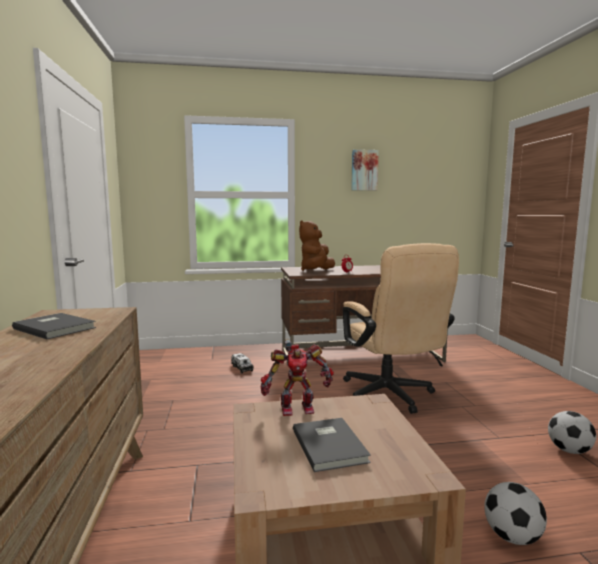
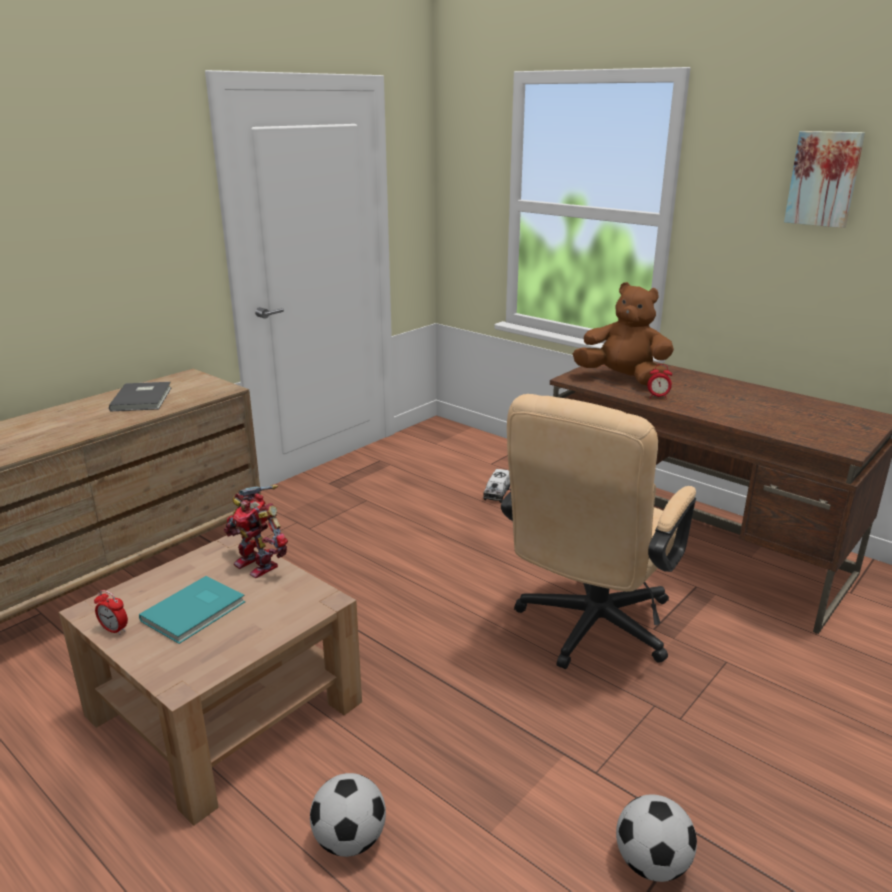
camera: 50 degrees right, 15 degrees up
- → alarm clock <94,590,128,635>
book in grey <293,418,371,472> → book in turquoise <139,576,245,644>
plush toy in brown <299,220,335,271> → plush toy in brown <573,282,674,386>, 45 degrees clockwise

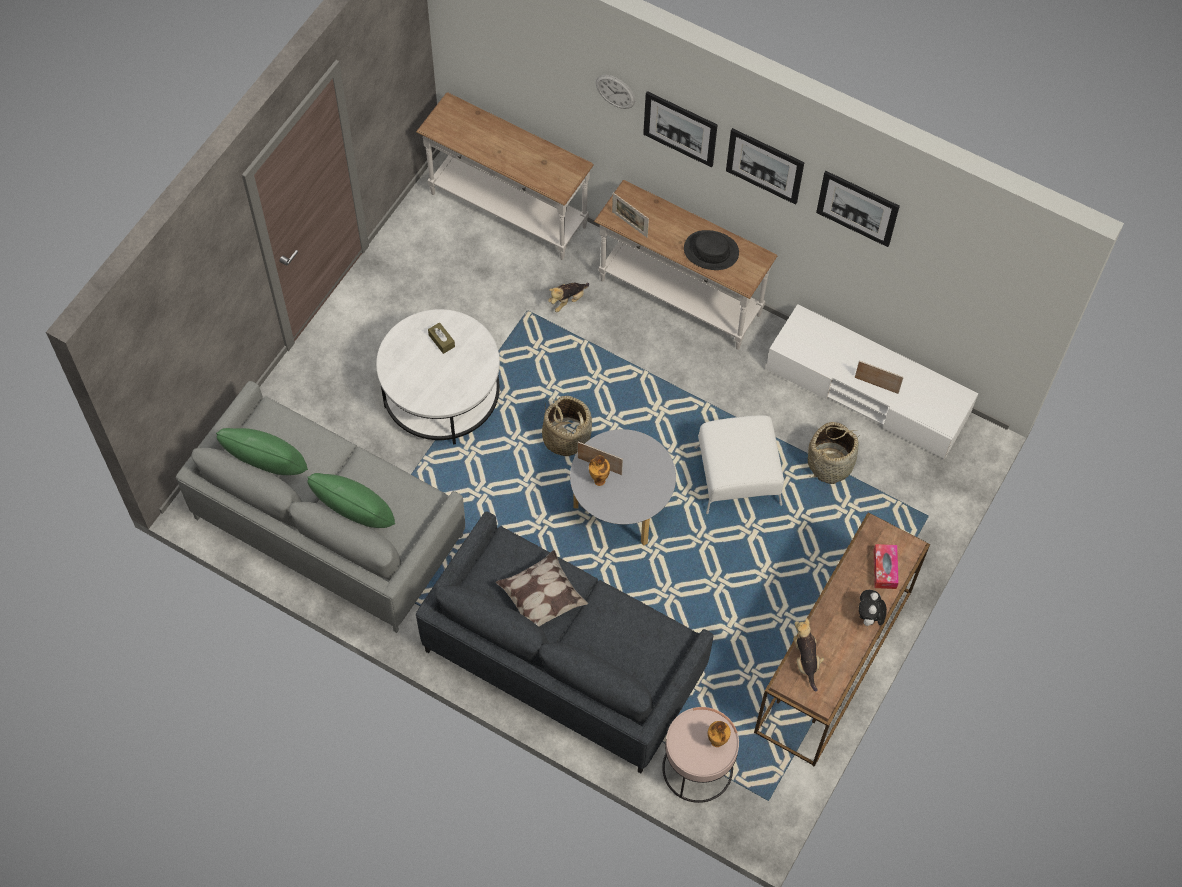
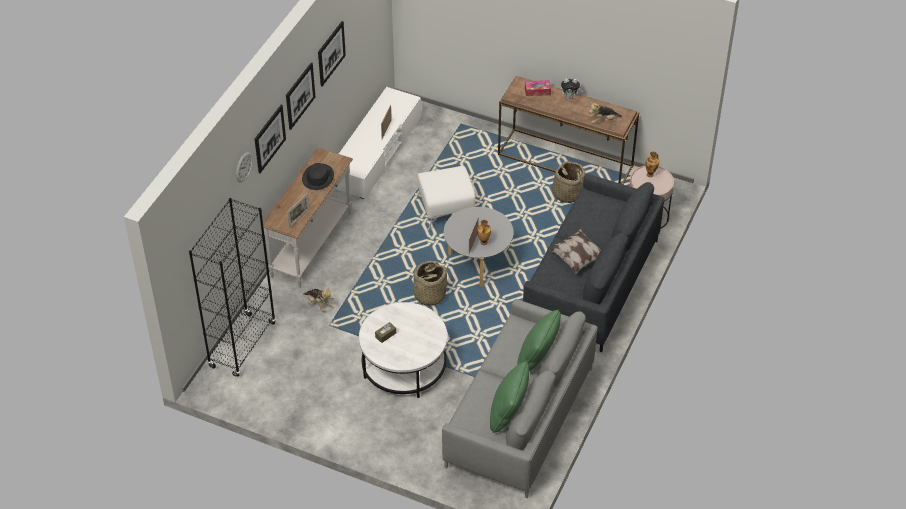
camera: 95 degrees left, 15 degrees down
console table in white <416,92,594,260> → bookcase in black <189,198,276,377>
basket <808,422,860,484> → basket <552,161,585,203>, moved

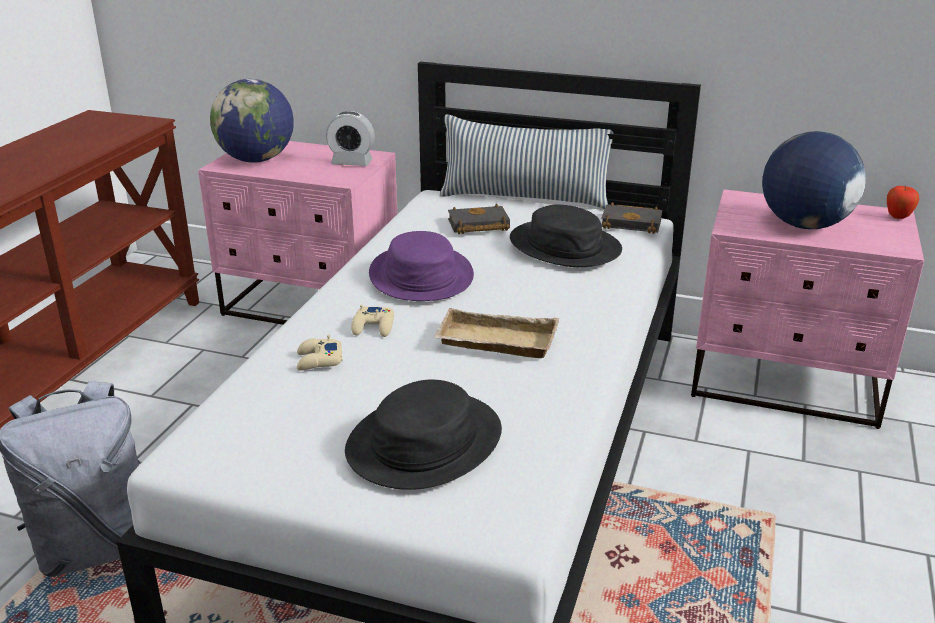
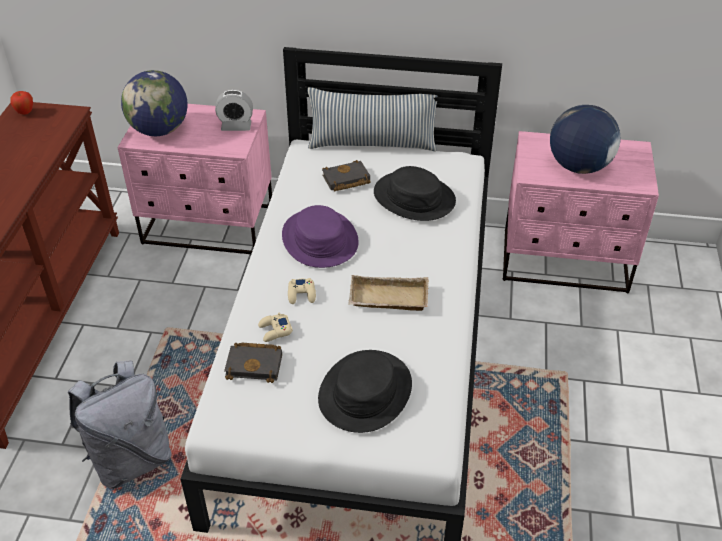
camera: 10 degrees left, 15 degrees up
apple <887,186,919,219> → apple <10,91,33,115>, moved
book in black <601,202,662,234> → book in black <224,342,282,383>, moved

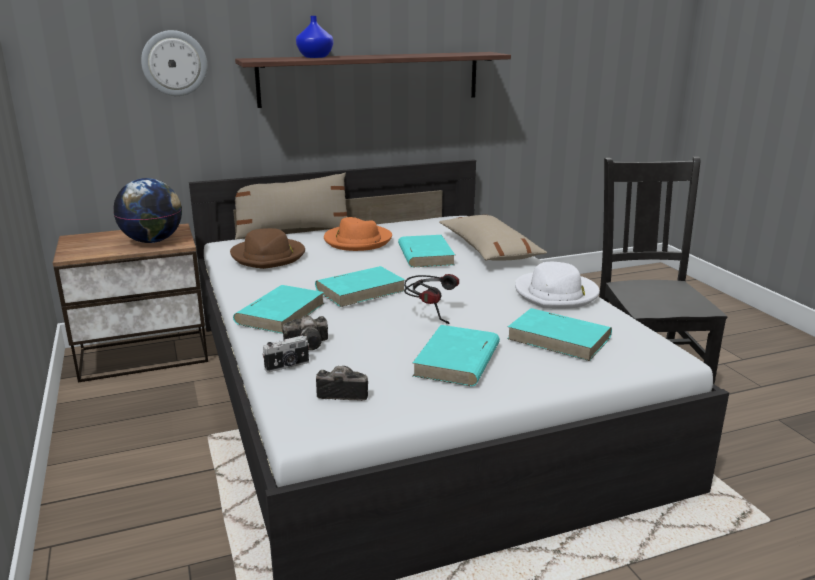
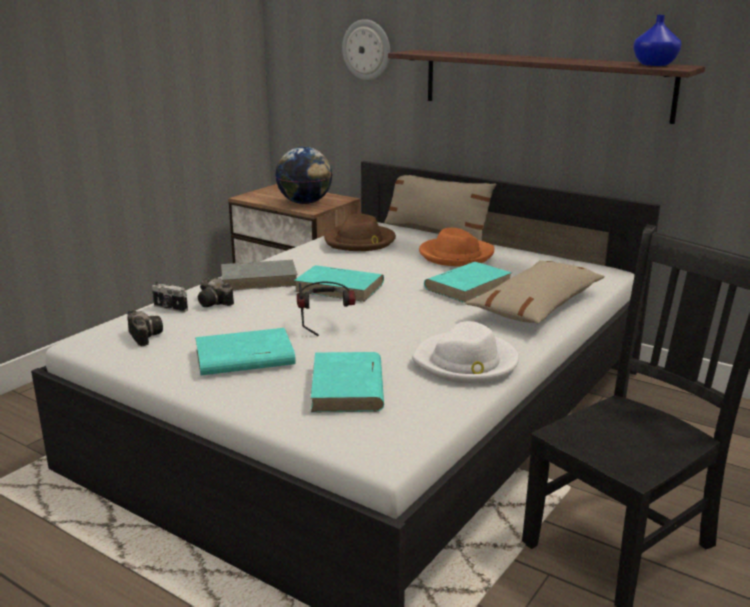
camera: 55 degrees right, 0 degrees up
book in turquoise <233,285,325,334> → book in grey <221,260,298,290>
vase in blue <296,16,333,58> → vase in blue <633,15,681,66>, moved

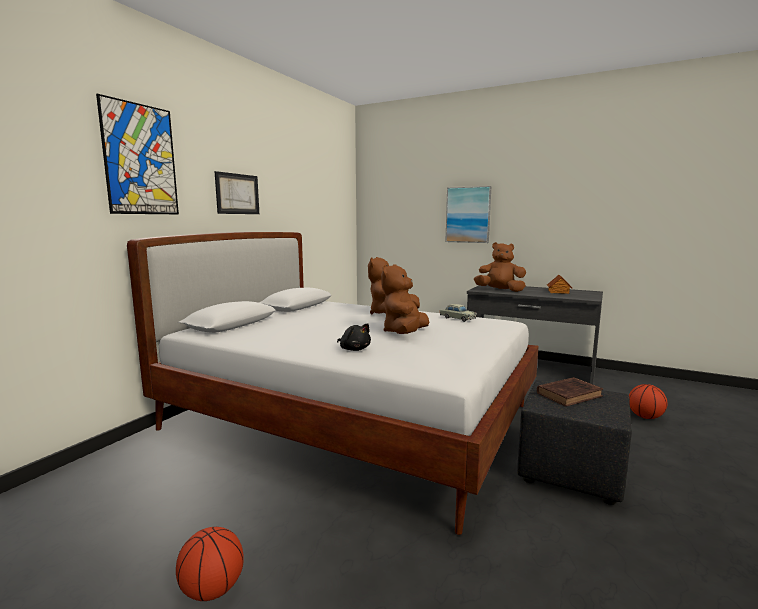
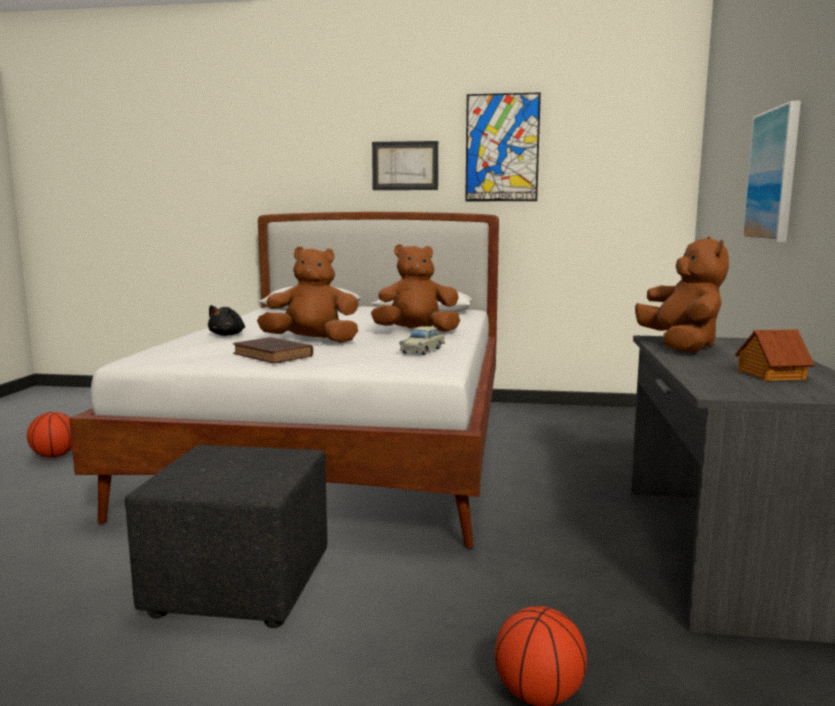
camera: 70 degrees right, 0 degrees up
book in brown <537,377,603,407> → book in brown <233,337,313,363>, moved
picture <96,94,179,214> → picture <465,92,541,201>, moved

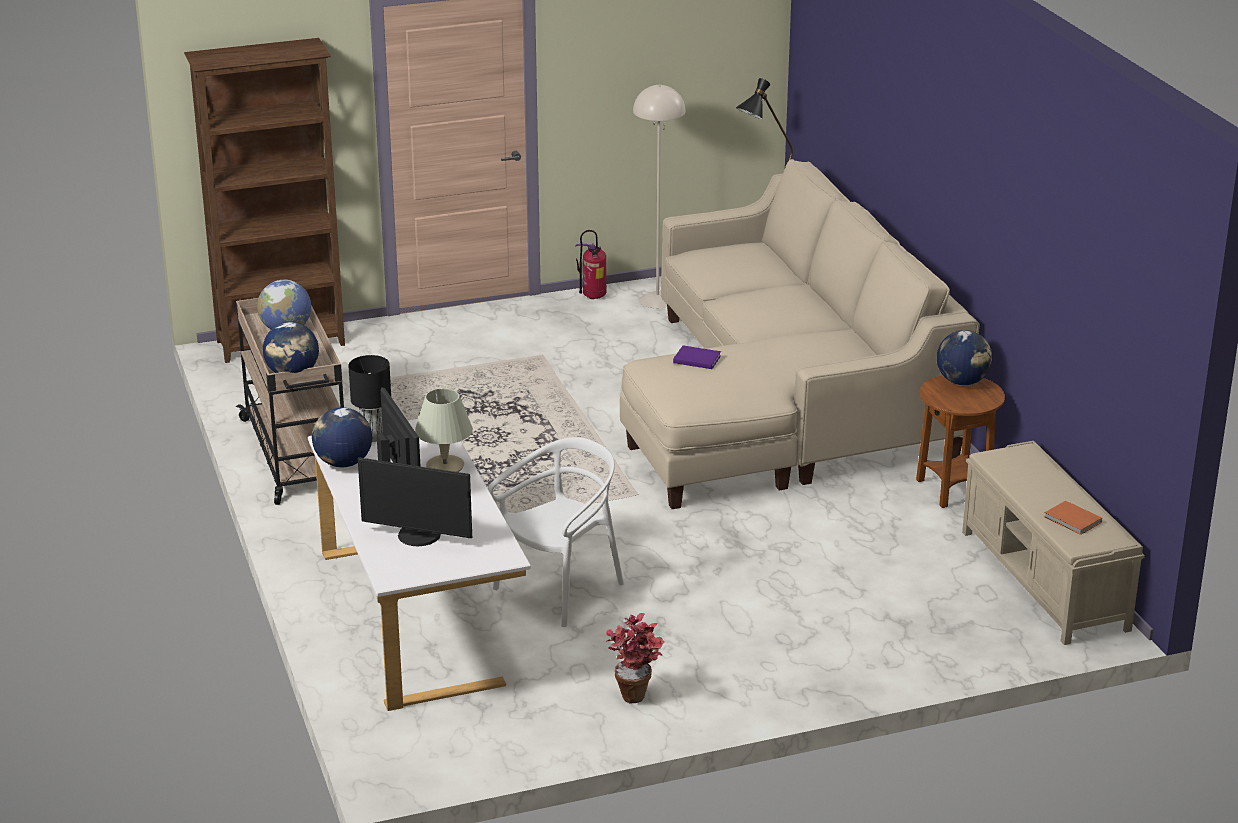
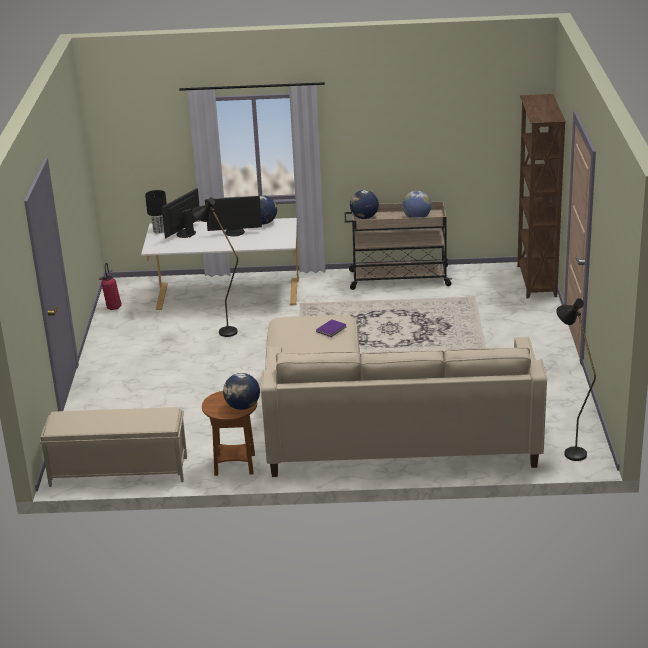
camera: 110 degrees right, 0 degrees up
fire extinguisher <575,230,607,299> → fire extinguisher <99,263,122,310>, moved
table lamp in black <348,355,391,442> → table lamp in black <145,190,167,234>, moved
chair in white <488,437,624,627> → floor lamp in black <192,197,238,337>
table lamp in beige <415,388,473,472> → -
potted plant <606,613,665,703> → -
floor lamp in beige <633,85,686,308> → -
book in orange <1044,500,1102,535> → -

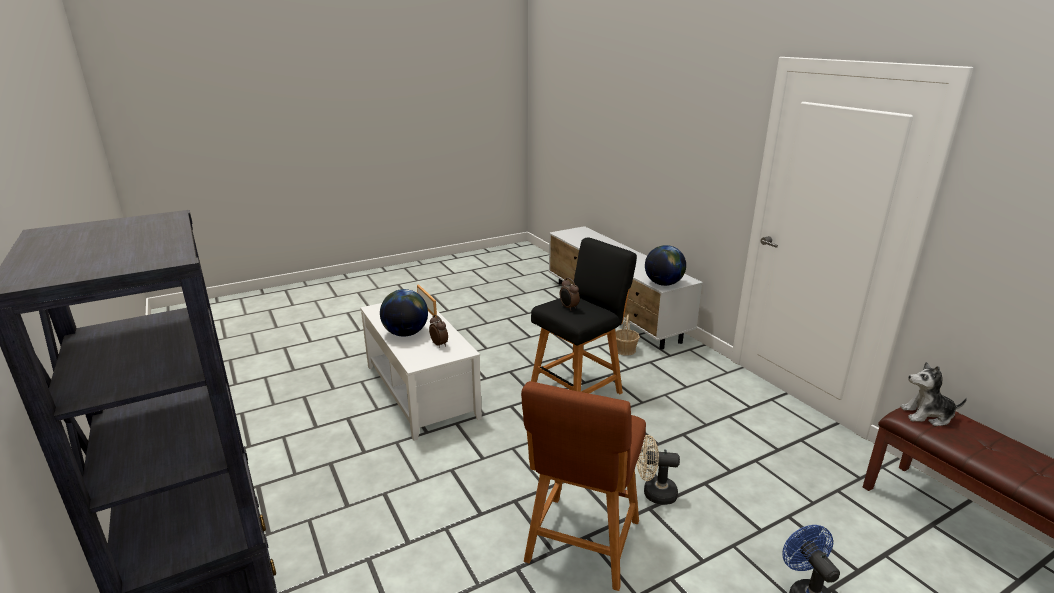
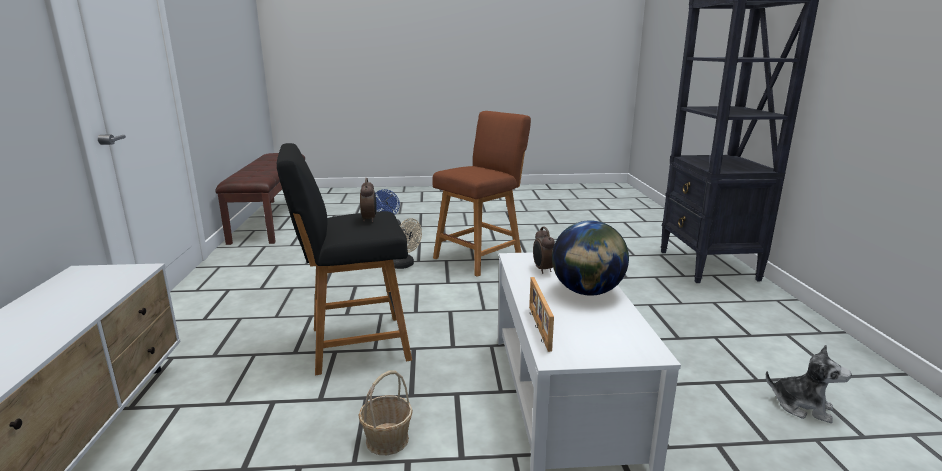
camera: 155 degrees left, 5 degrees down
basket <615,315,640,356> → basket <358,370,413,455>, moved
plush toy <900,362,967,426> → plush toy <766,345,852,423>, moved
globe <645,245,686,286> → -

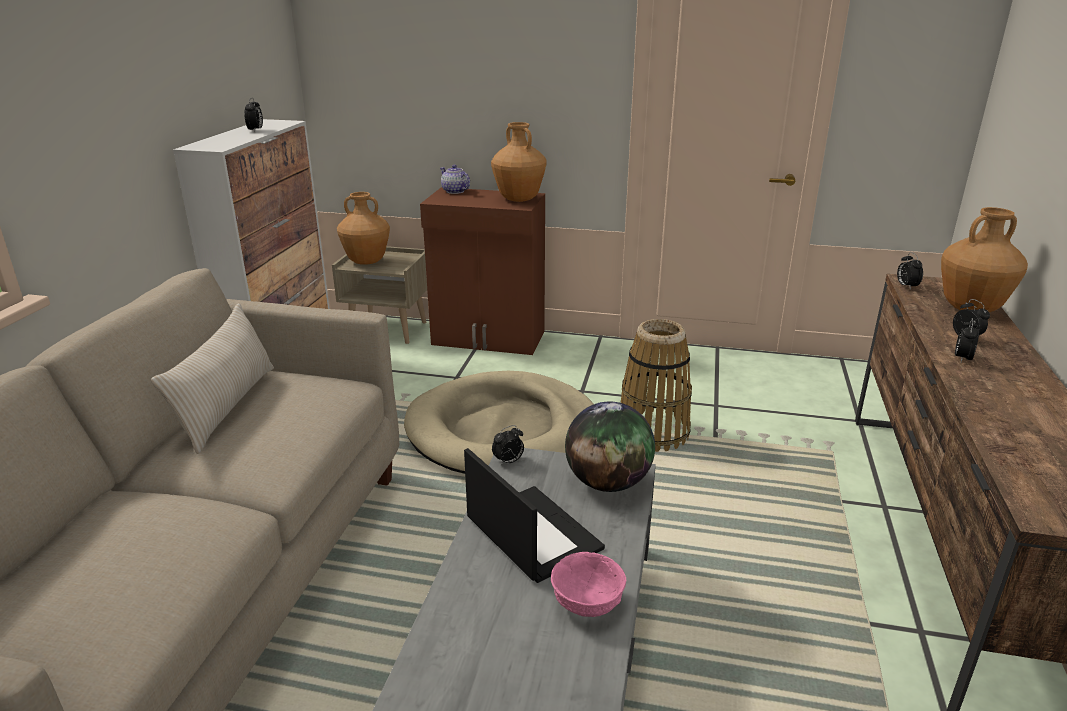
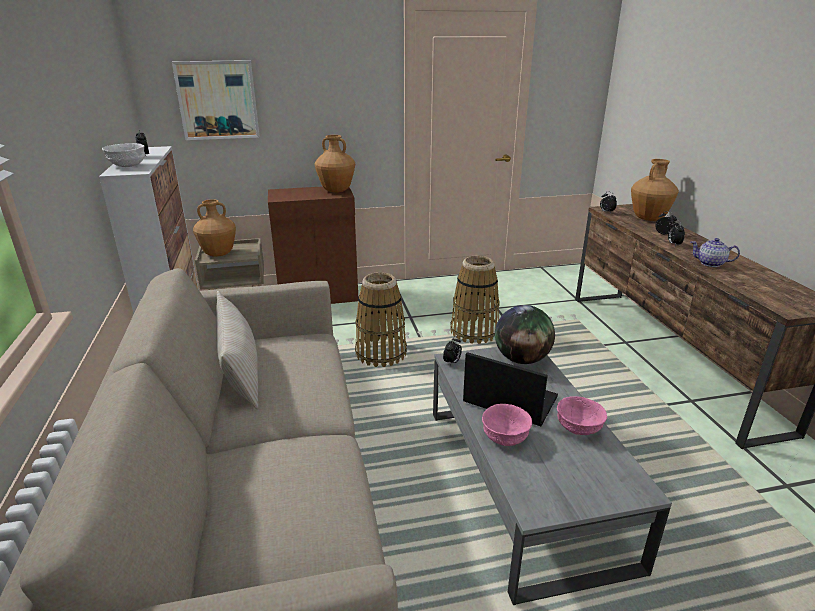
camera: 25 degrees left, 0 degrees up
- → bowl in white <102,143,145,167>
- → picture <172,60,260,140>
dog bed in beige <404,371,594,474> → basket <355,272,407,367>
- → bowl in pink <482,404,532,446>
teapot <440,165,470,194> → teapot <691,238,740,267>, moved

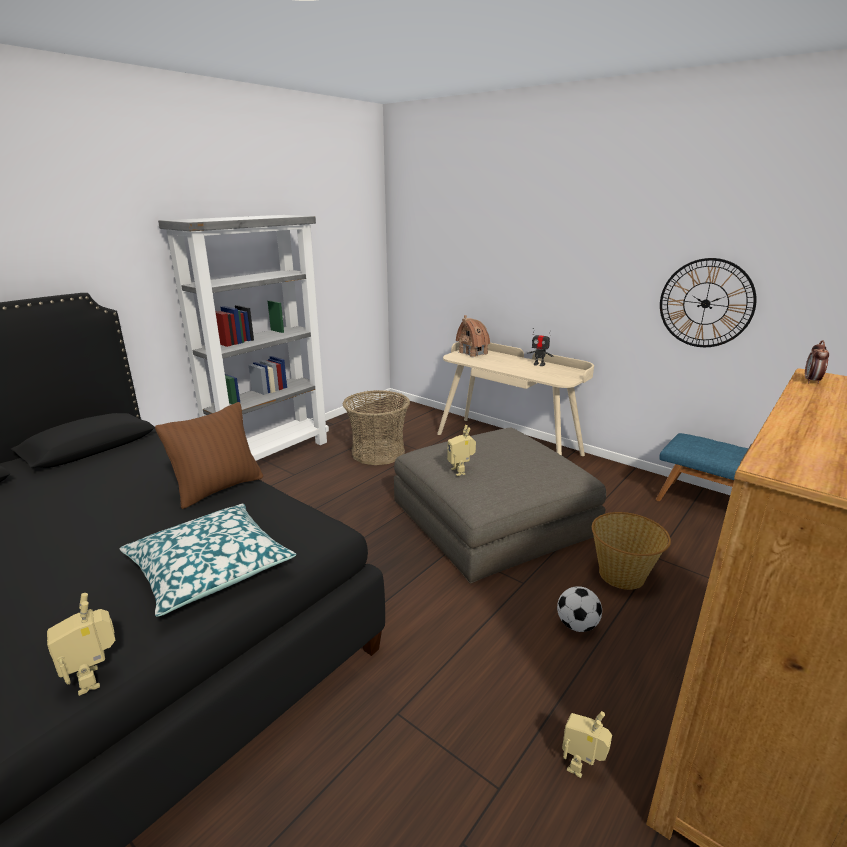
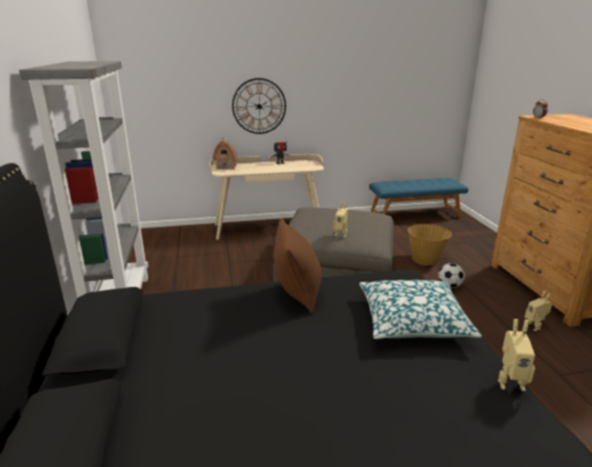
camera: 50 degrees left, 0 degrees up
wall clock <660,258,757,347> → wall clock <232,78,286,134>, moved
basket <343,390,410,465> → -

